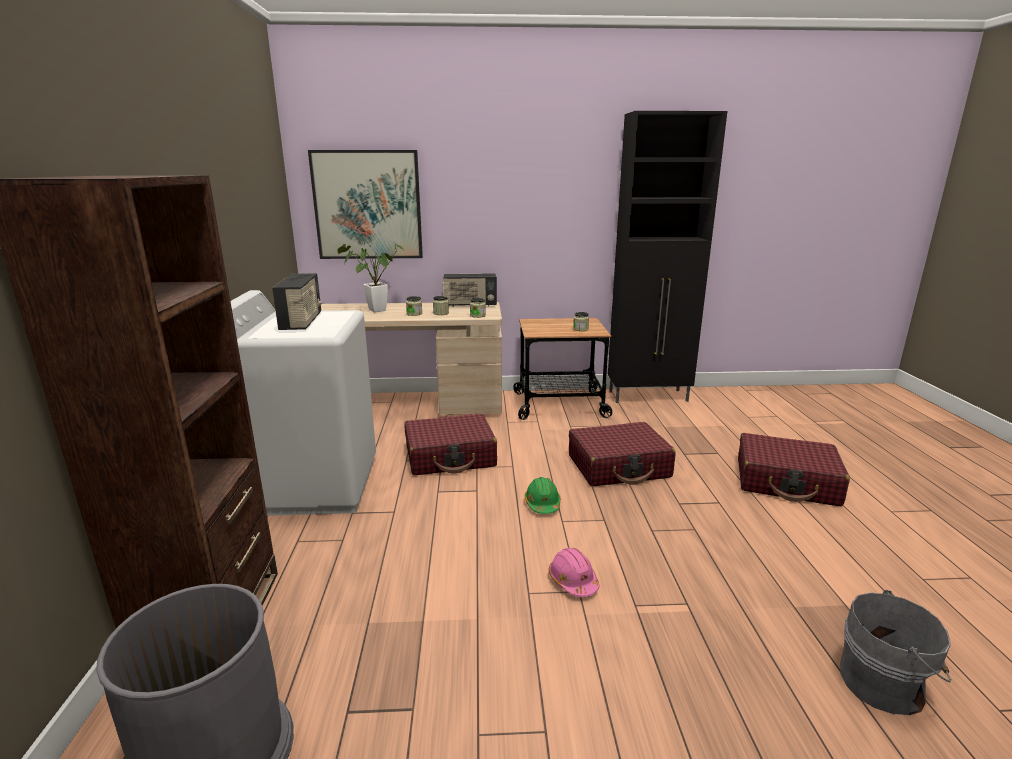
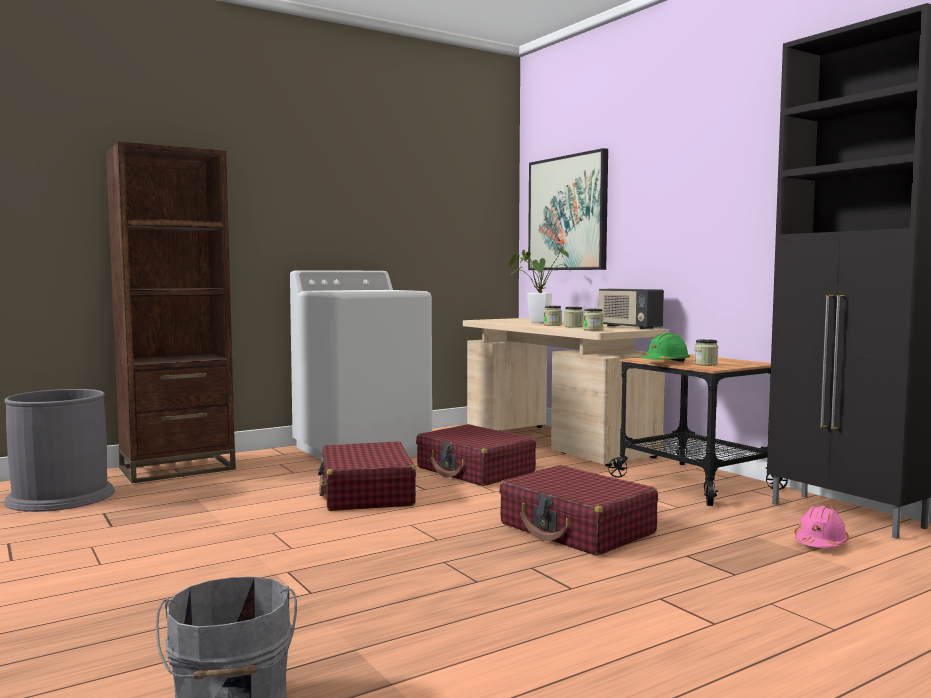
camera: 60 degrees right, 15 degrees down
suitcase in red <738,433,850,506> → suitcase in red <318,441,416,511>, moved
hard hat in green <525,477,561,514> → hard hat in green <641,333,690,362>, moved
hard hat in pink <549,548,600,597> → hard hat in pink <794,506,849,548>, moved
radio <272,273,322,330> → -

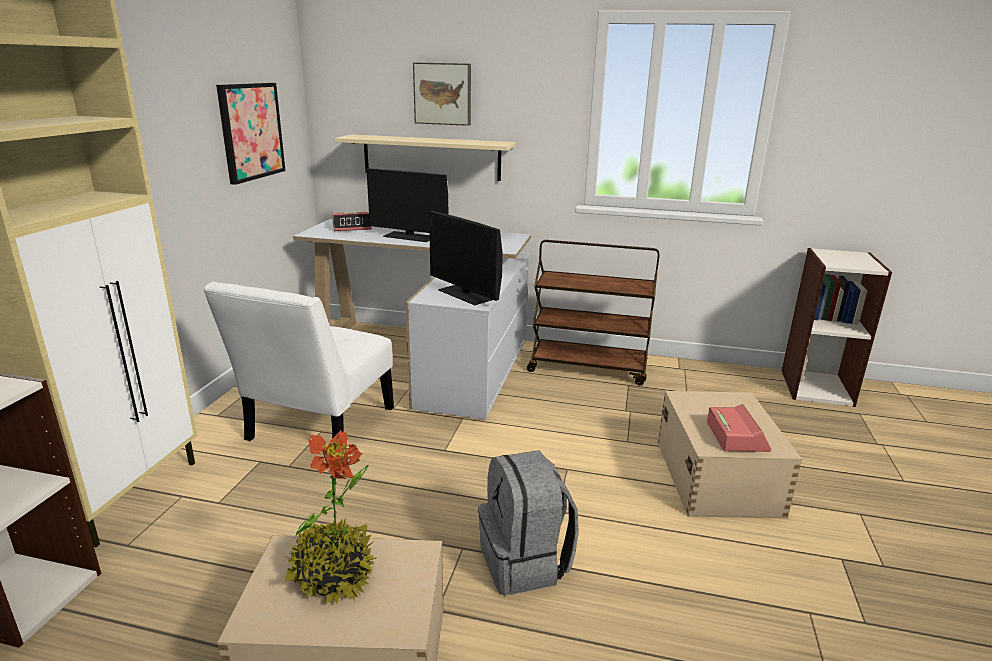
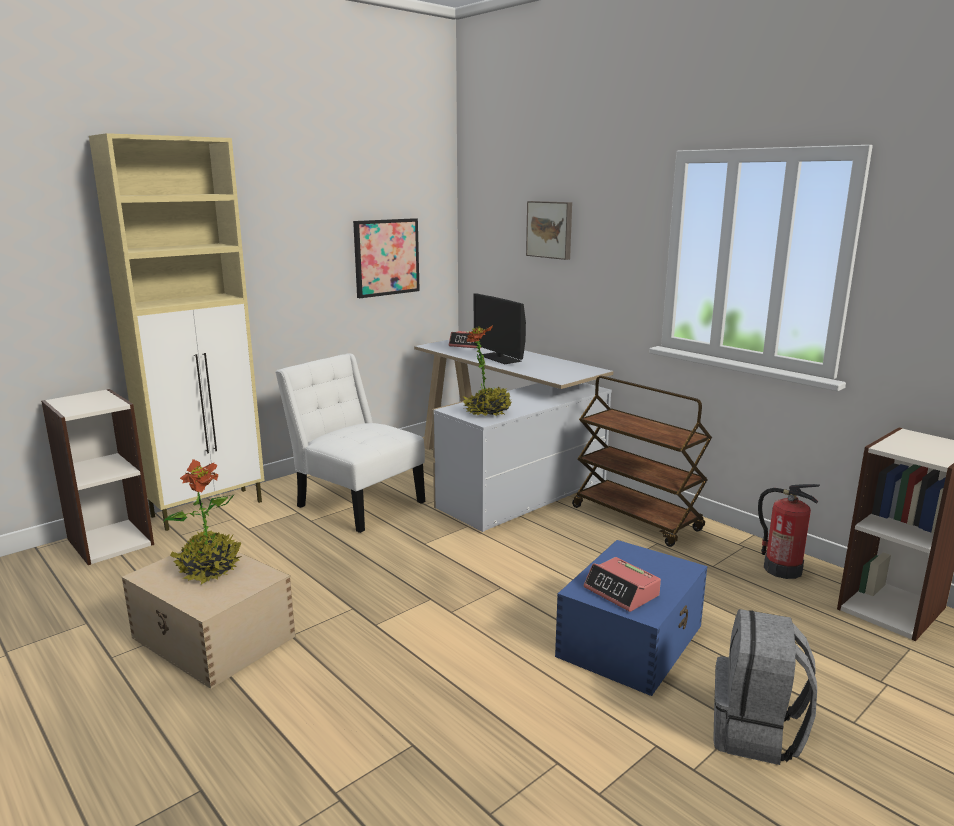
camera: 35 degrees right, 5 degrees down
chair in white <203,282,394,446> → chair in white <276,353,425,533>, 75 degrees clockwise
monitor <429,211,503,305> → potted plant <462,325,512,416>
storage box in beige <658,391,802,519> → storage box in blue <555,540,707,696>
alarm clock <707,404,771,452> → alarm clock <584,557,661,612>, 105 degrees clockwise
backpack in grey <478,451,579,595> → backpack in grey <713,609,817,765>, moved
- → fire extinguisher <758,484,820,579>
shelf in beige <334,134,516,181> → -

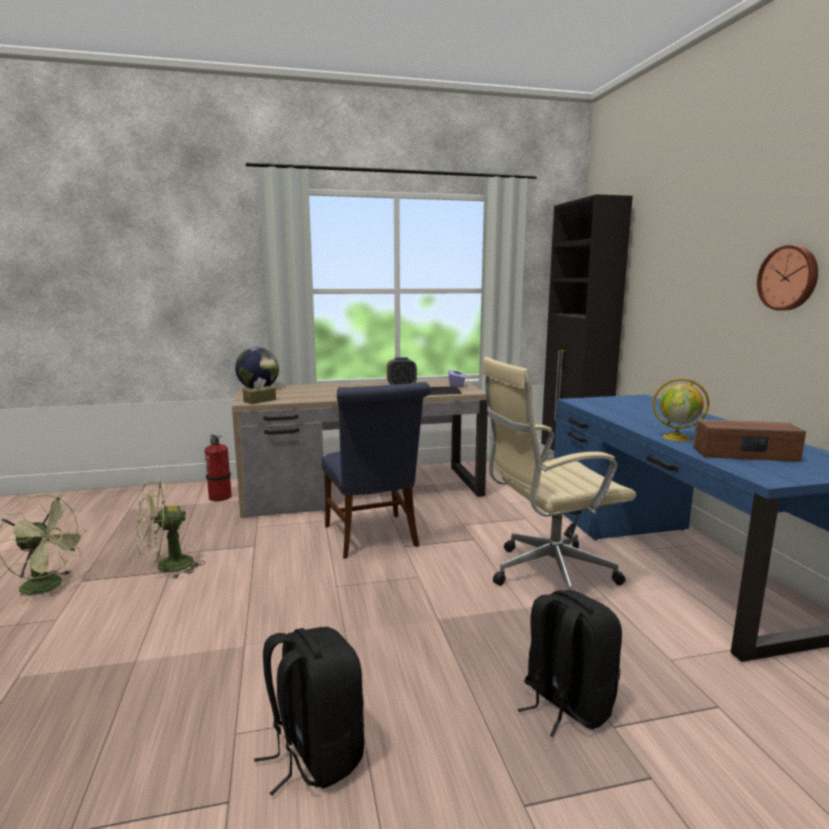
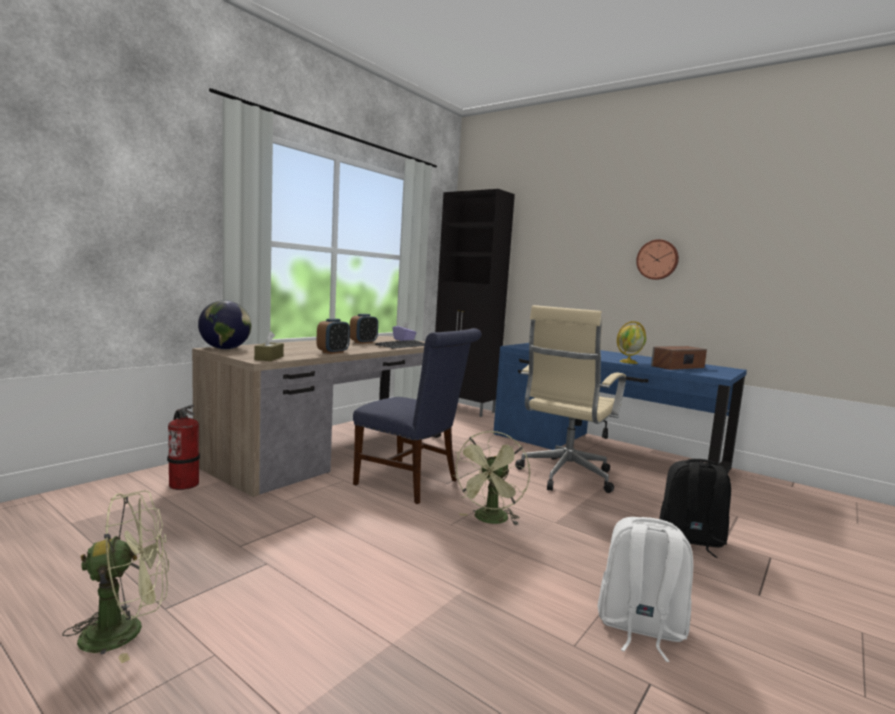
camera: 40 degrees left, 5 degrees down
- → alarm clock <316,319,350,354>
fan in green <137,480,205,579> → fan in green <452,431,530,526>, moved
backpack in black <254,627,364,796> → backpack in white <598,517,693,662>

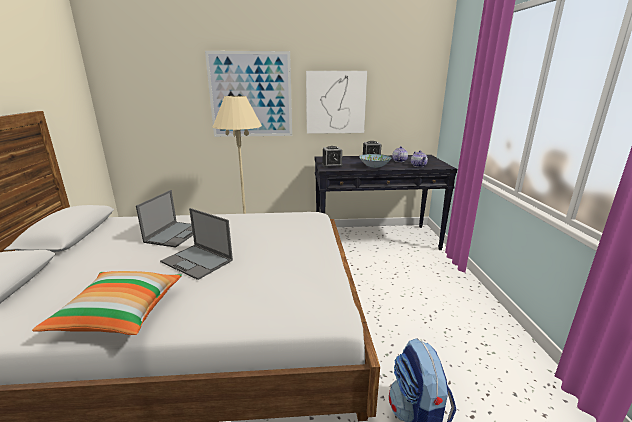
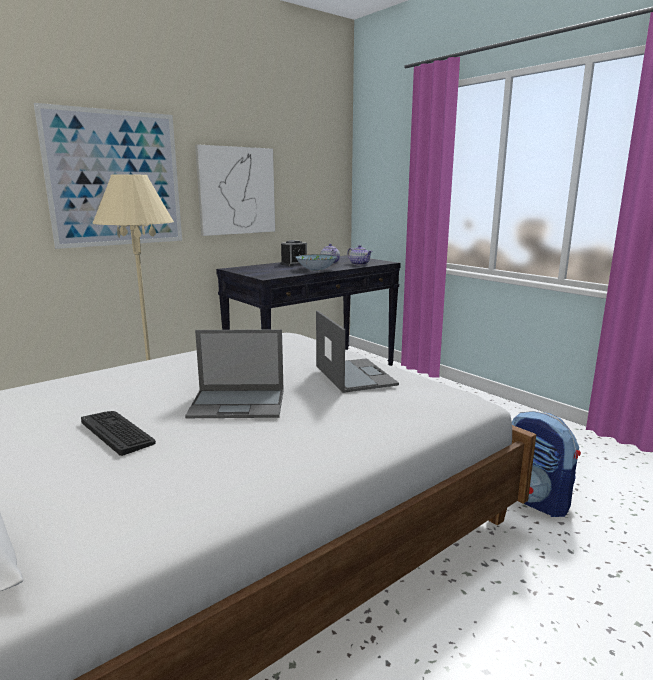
camera: 35 degrees left, 5 degrees down
- → keyboard <81,411,156,456>
laptop <136,190,193,248> → laptop <316,311,399,393>, moved
pillow <32,271,182,335> → -
alarm clock <322,146,343,168> → -

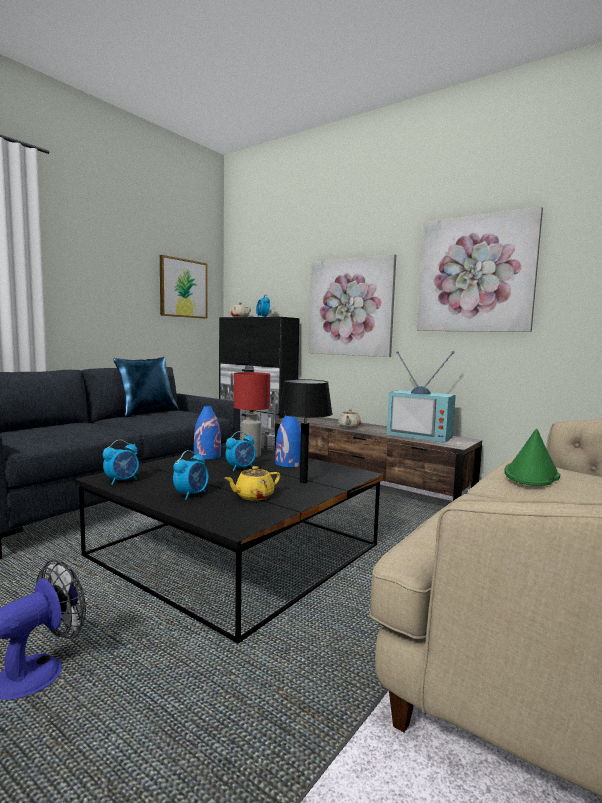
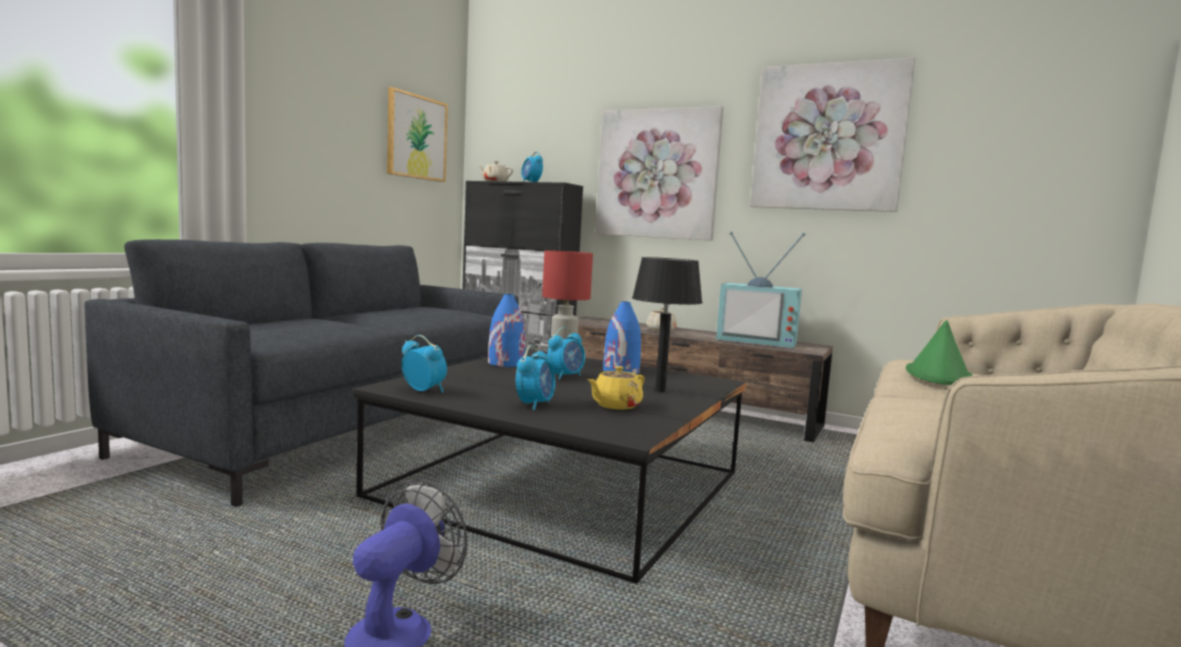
camera: 10 degrees left, 0 degrees up
alarm clock <103,440,139,485> → alarm clock <401,335,447,393>, 90 degrees counterclockwise
pillow in blue <113,357,179,417> → -

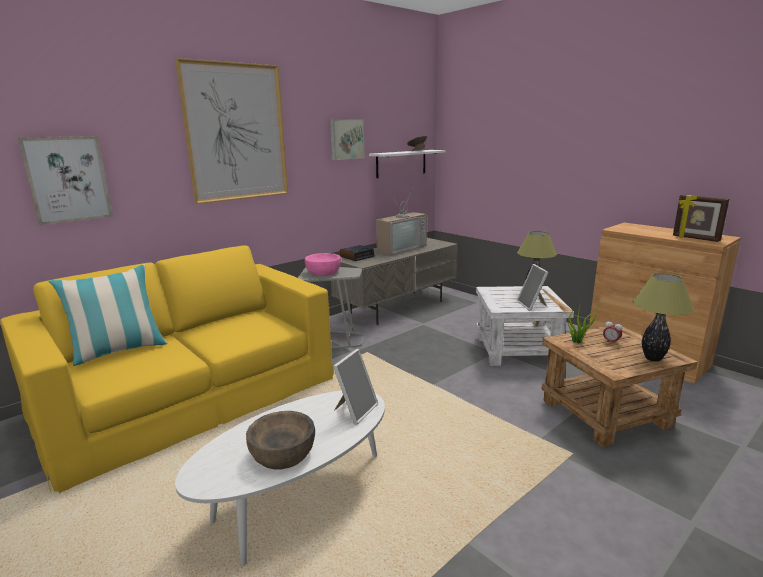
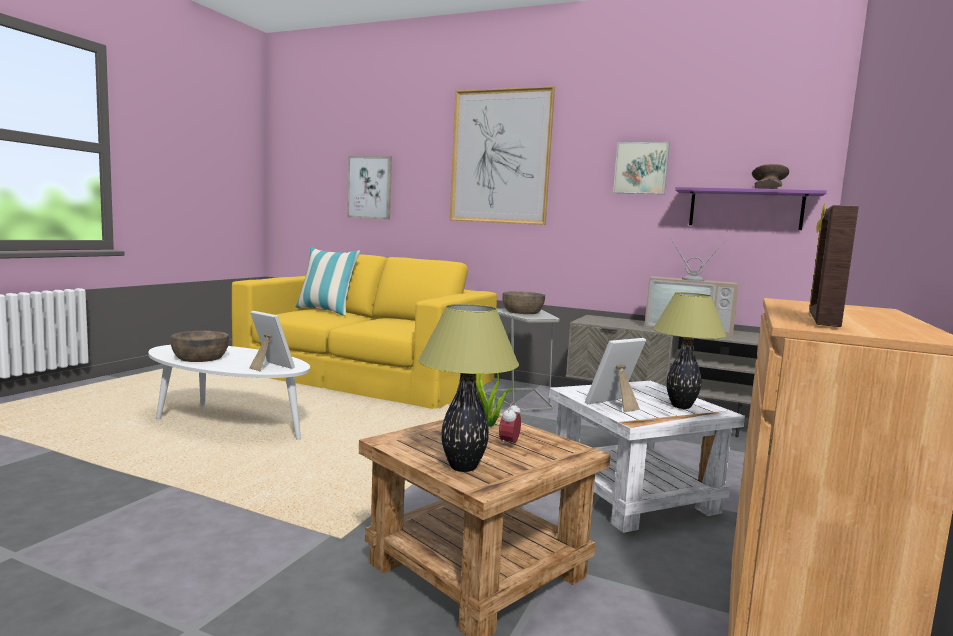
camera: 65 degrees right, 10 degrees down
picture frame <333,349,378,425> → picture frame <249,311,295,372>, 150 degrees counterclockwise
bowl in pink <305,253,341,276> → bowl in brown <502,291,545,314>
shelf in white <369,150,446,178> → shelf in purple <675,187,827,230>
alarm clock <340,245,375,261> → -

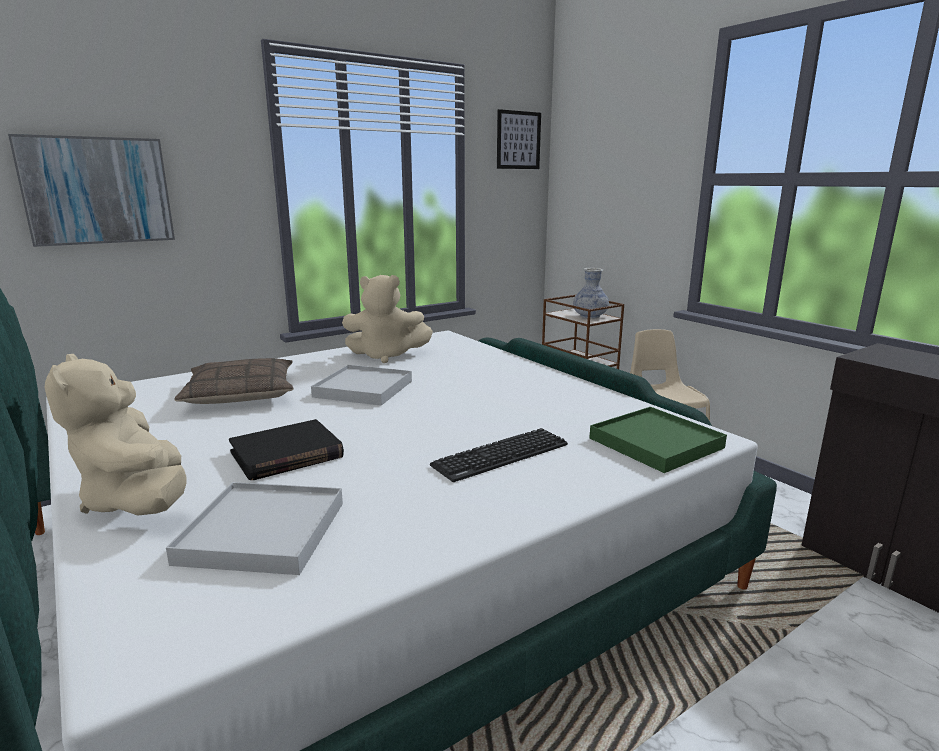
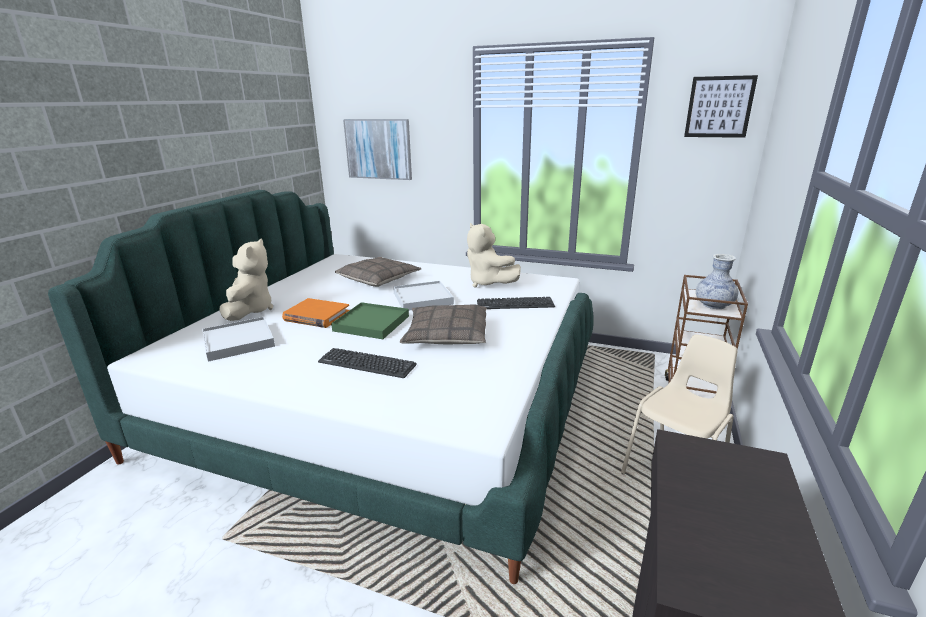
camera: 55 degrees right, 5 degrees up
plush toy in beige <44,354,186,516> → plush toy in beige <220,239,273,321>, 150 degrees clockwise
book in black <229,419,344,480> → book in orange <282,298,349,328>
tray in green <590,407,727,473> → tray in green <331,302,409,339>, moved
- → pillow <400,304,487,345>
- → keyboard <477,297,555,309>

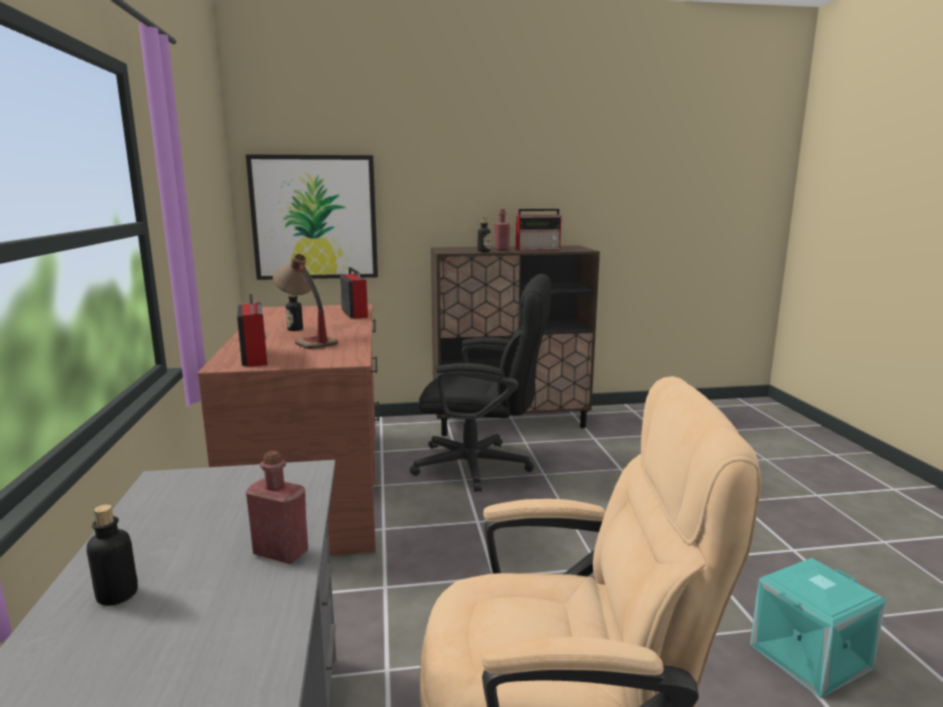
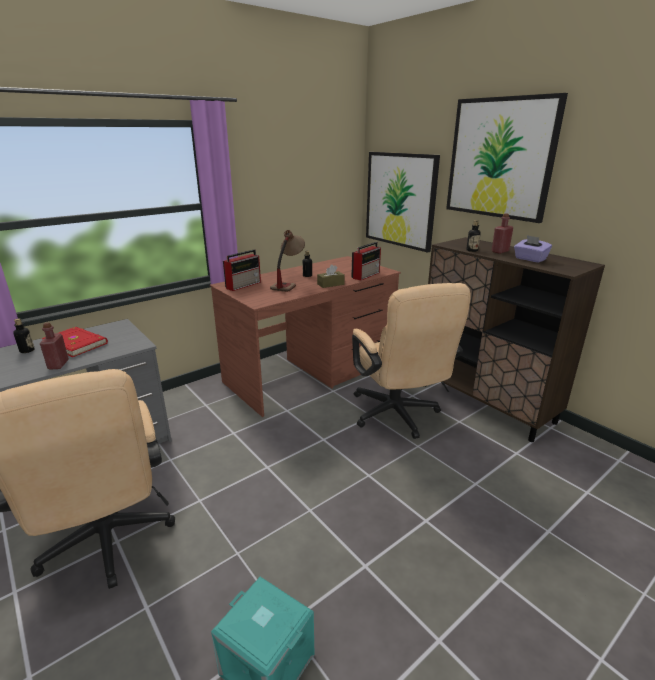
camera: 60 degrees right, 10 degrees up
- → book in red <41,327,108,357>
- → tissue box in brown <317,264,345,288>
office chair in black <410,274,551,492> → office chair in beige <352,283,471,439>
- → picture <446,93,568,223>
radio <516,209,562,251> → tissue box in purple <514,235,552,263>

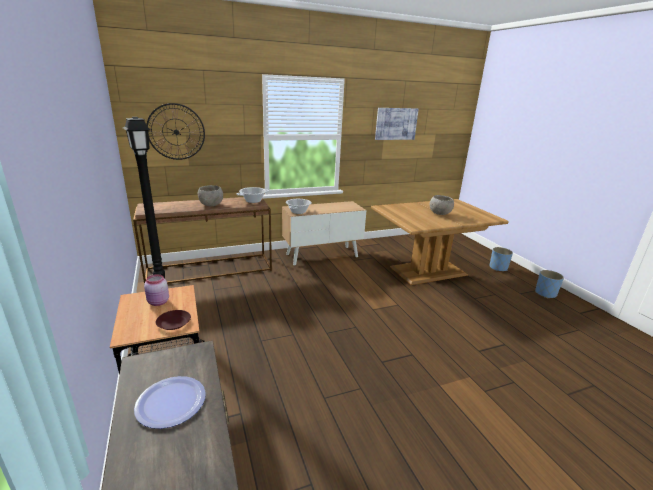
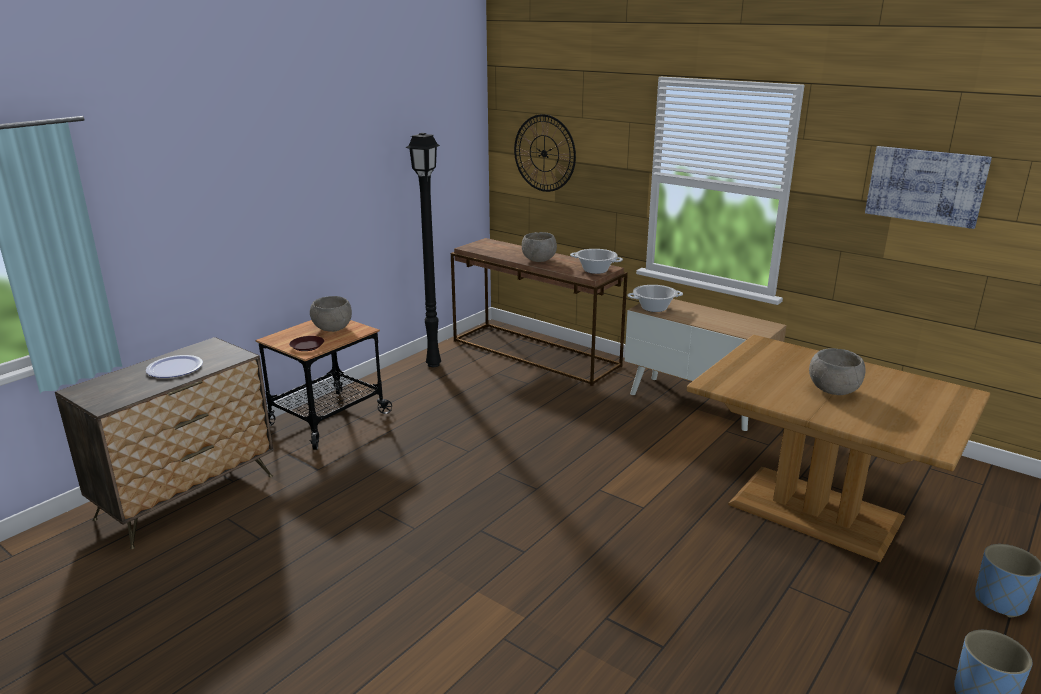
camera: 60 degrees right, 0 degrees up
jar in pink <144,274,169,306> → bowl in grey <310,296,352,332>

